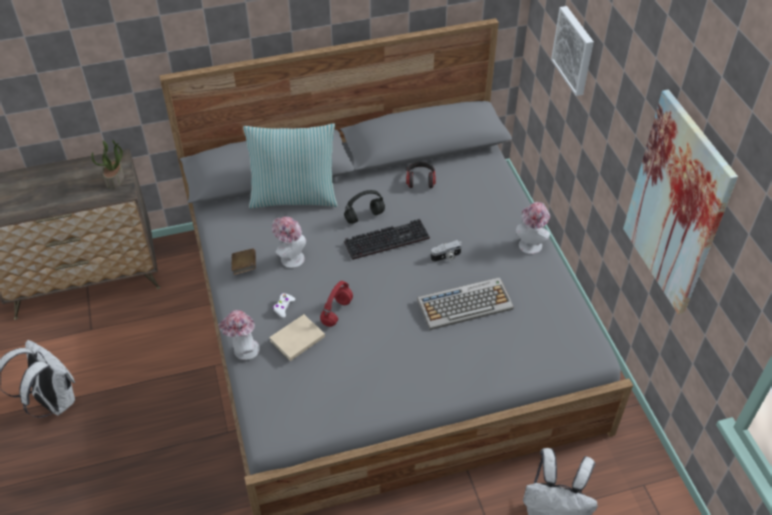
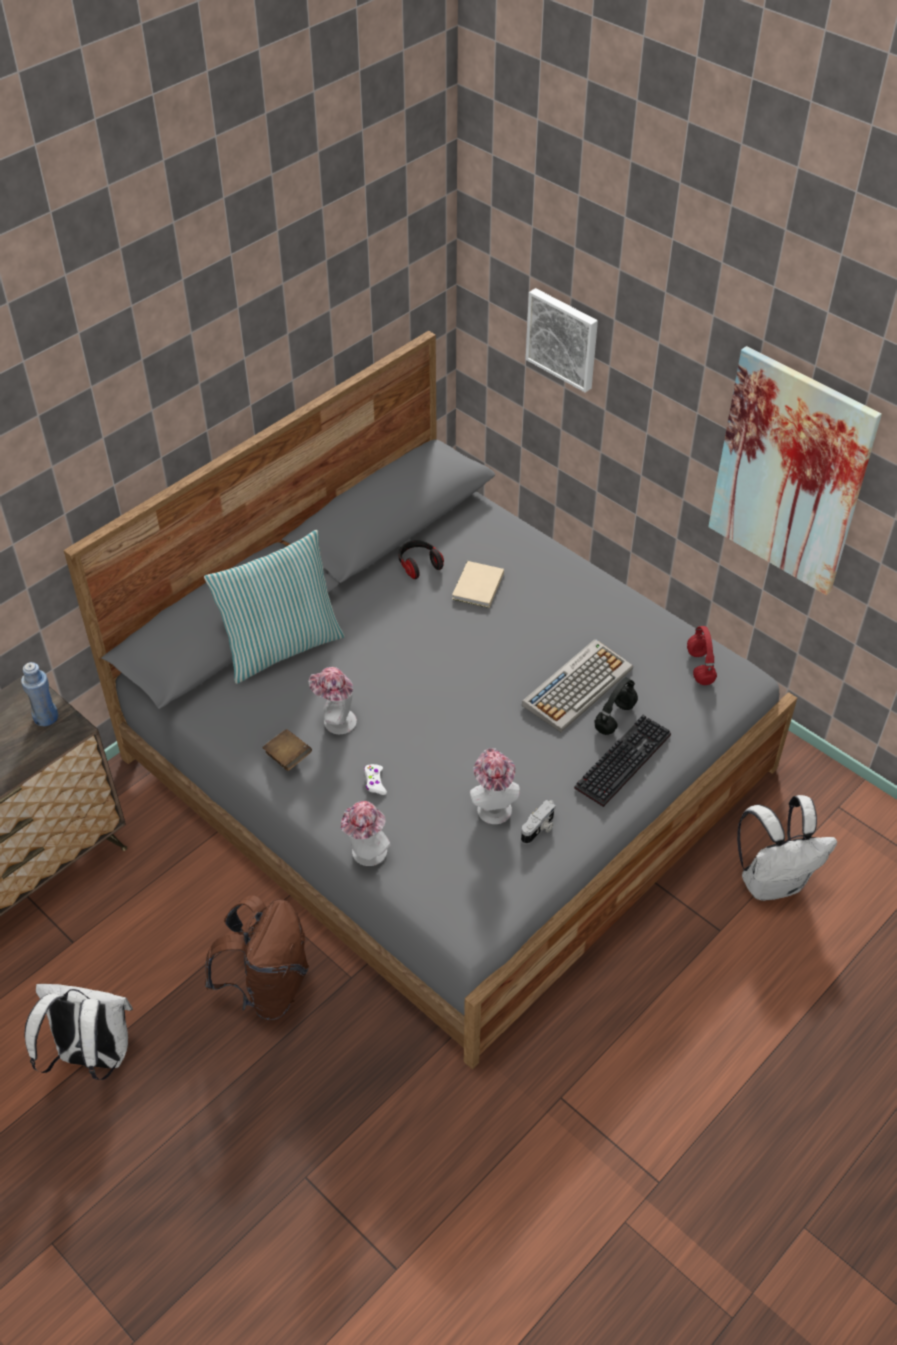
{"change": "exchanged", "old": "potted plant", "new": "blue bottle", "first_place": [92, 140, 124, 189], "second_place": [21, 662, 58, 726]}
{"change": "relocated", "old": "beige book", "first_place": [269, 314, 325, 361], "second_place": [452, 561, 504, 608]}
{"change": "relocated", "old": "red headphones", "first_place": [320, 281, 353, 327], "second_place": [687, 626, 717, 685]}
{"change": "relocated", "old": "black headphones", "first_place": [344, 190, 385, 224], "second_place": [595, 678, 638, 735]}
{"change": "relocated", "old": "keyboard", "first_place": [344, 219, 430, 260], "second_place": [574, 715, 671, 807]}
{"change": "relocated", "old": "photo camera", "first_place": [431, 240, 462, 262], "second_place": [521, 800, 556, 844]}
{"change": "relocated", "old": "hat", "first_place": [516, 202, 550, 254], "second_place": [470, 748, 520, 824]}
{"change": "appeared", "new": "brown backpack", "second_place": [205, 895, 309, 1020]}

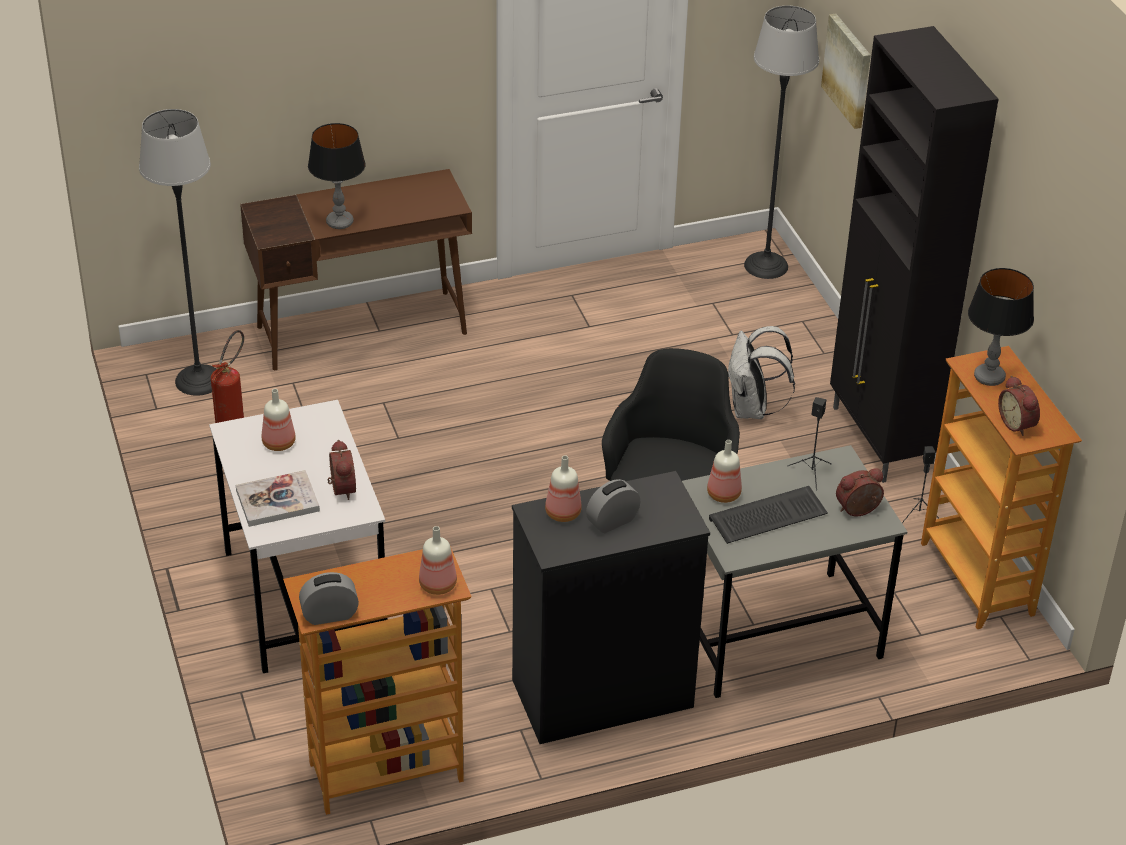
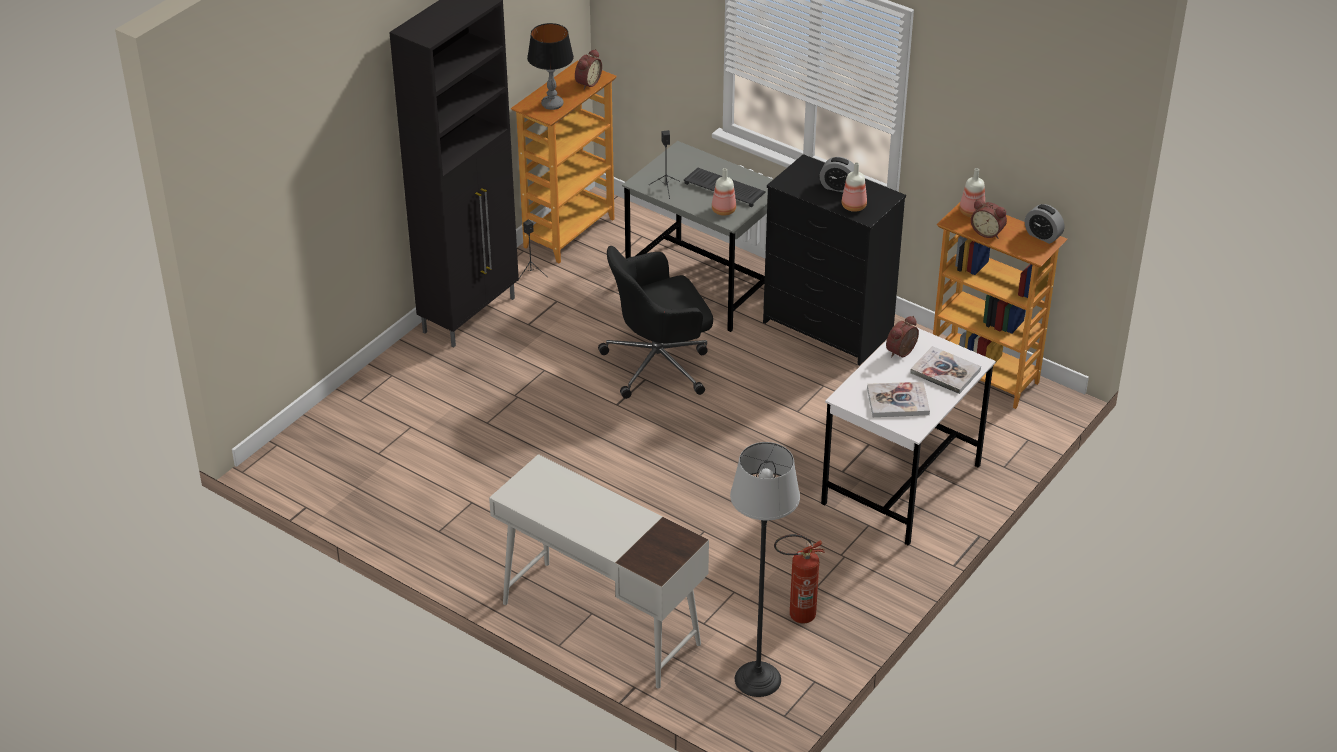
{"change": "colour", "old": "brown desk", "new": "white desk", "first_place": [240, 169, 472, 370], "second_place": [489, 454, 709, 689]}
{"change": "exchanged", "old": "bottle", "new": "book", "first_place": [262, 389, 296, 451], "second_place": [867, 382, 930, 417]}
{"change": "missing", "old": "table lamp", "first_place": [308, 123, 366, 229]}
{"change": "missing", "old": "white backpack", "first_place": [728, 326, 795, 419]}
{"change": "missing", "old": "floor lamp", "first_place": [744, 6, 819, 279]}
{"change": "missing", "old": "picture", "first_place": [821, 13, 871, 129]}
{"change": "relocated", "old": "alarm clock", "first_place": [836, 468, 884, 517], "second_place": [971, 199, 1007, 239]}

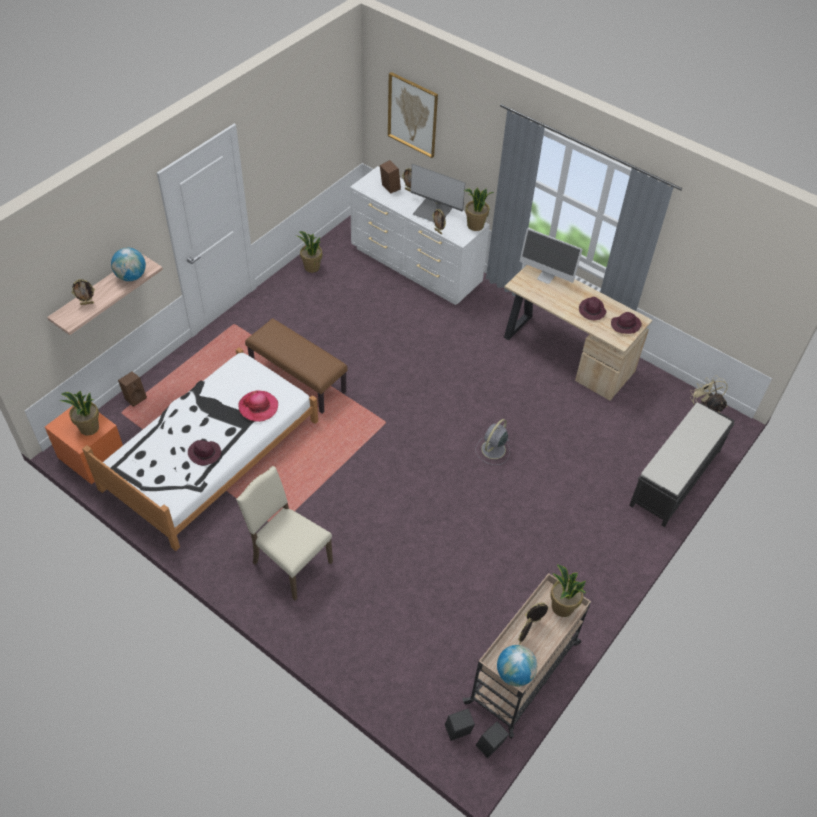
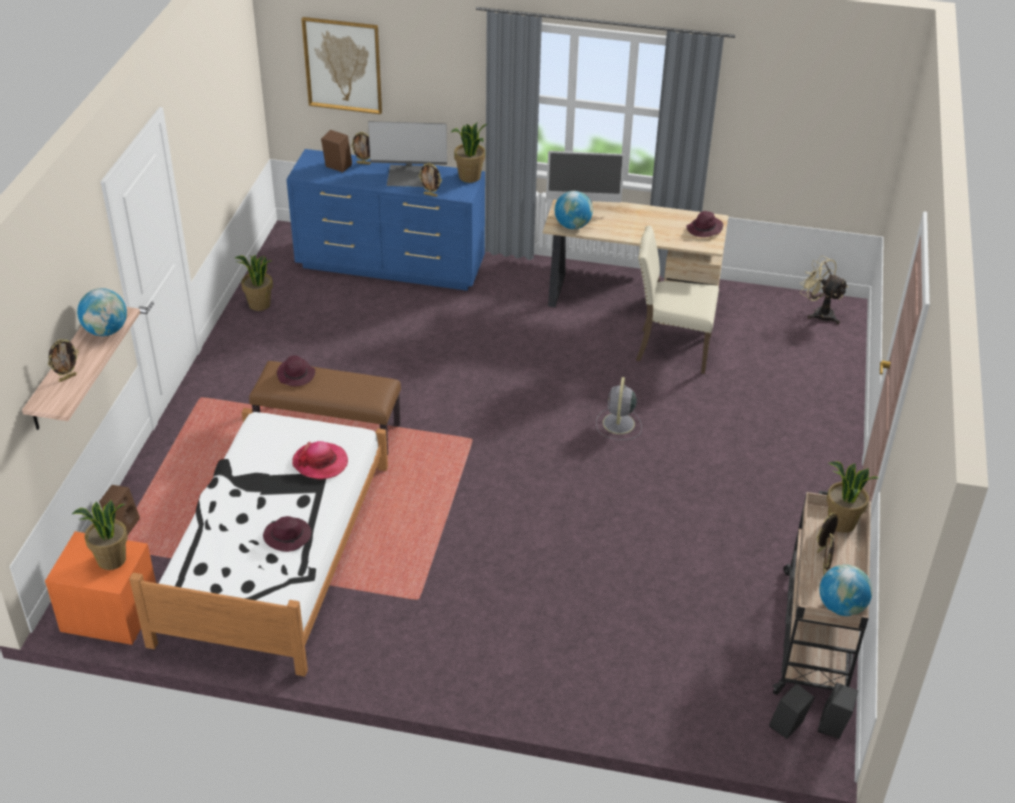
{"change": "relocated", "old": "beige chair", "first_place": [236, 466, 333, 601], "second_place": [636, 226, 719, 374]}
{"change": "colour", "old": "white dresser", "new": "blue dresser", "first_place": [350, 166, 490, 305], "second_place": [286, 149, 485, 291]}
{"change": "relocated", "old": "purple hat", "first_place": [579, 297, 607, 320], "second_place": [277, 355, 315, 386]}
{"change": "missing", "old": "black bench", "first_place": [629, 402, 734, 527]}
{"change": "appeared", "new": "globe", "second_place": [555, 191, 593, 229]}

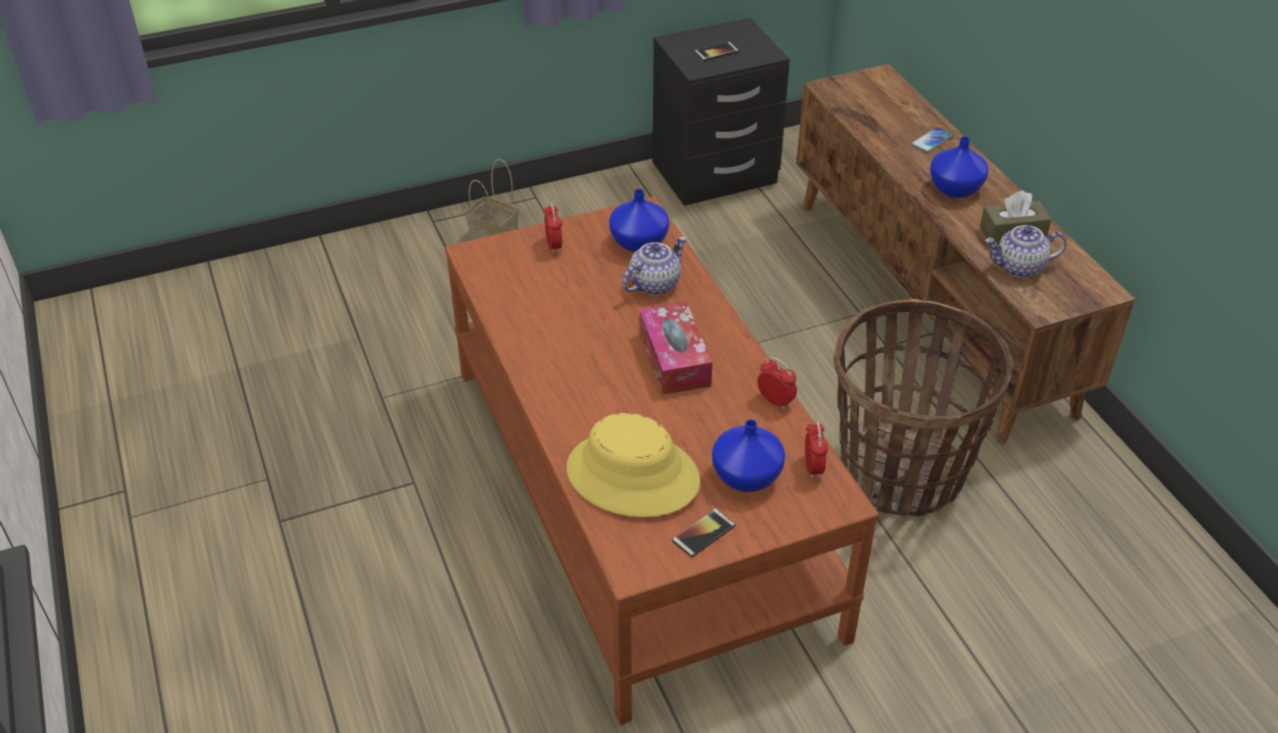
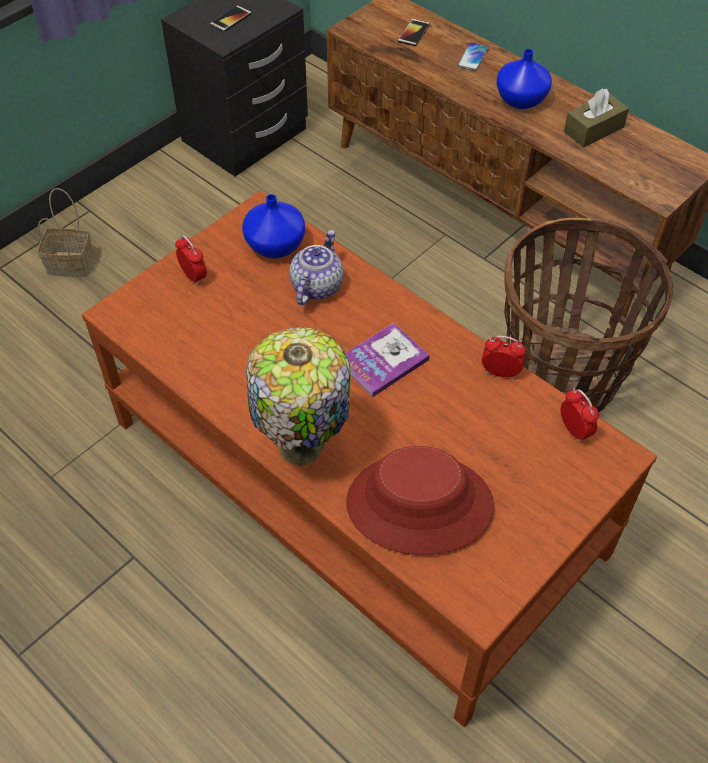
{"change": "colour", "old": "yellow hat", "new": "red hat", "first_place": [567, 413, 700, 517], "second_place": [346, 446, 494, 555]}
{"change": "exchanged", "old": "tissue box", "new": "book", "first_place": [639, 302, 713, 395], "second_place": [346, 323, 430, 398]}
{"change": "relocated", "old": "phone", "first_place": [672, 508, 735, 557], "second_place": [398, 19, 430, 46]}
{"change": "missing", "old": "blue vase", "first_place": [712, 419, 785, 492]}
{"change": "missing", "old": "teapot", "first_place": [985, 225, 1066, 278]}
{"change": "appeared", "new": "table lamp", "second_place": [246, 327, 351, 466]}

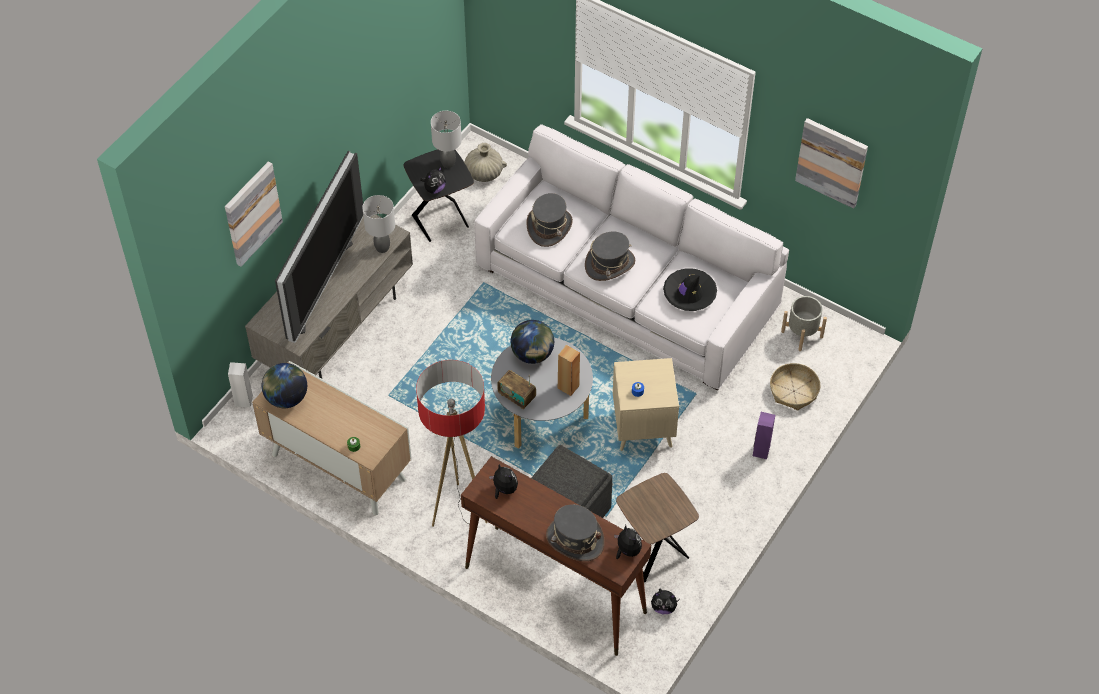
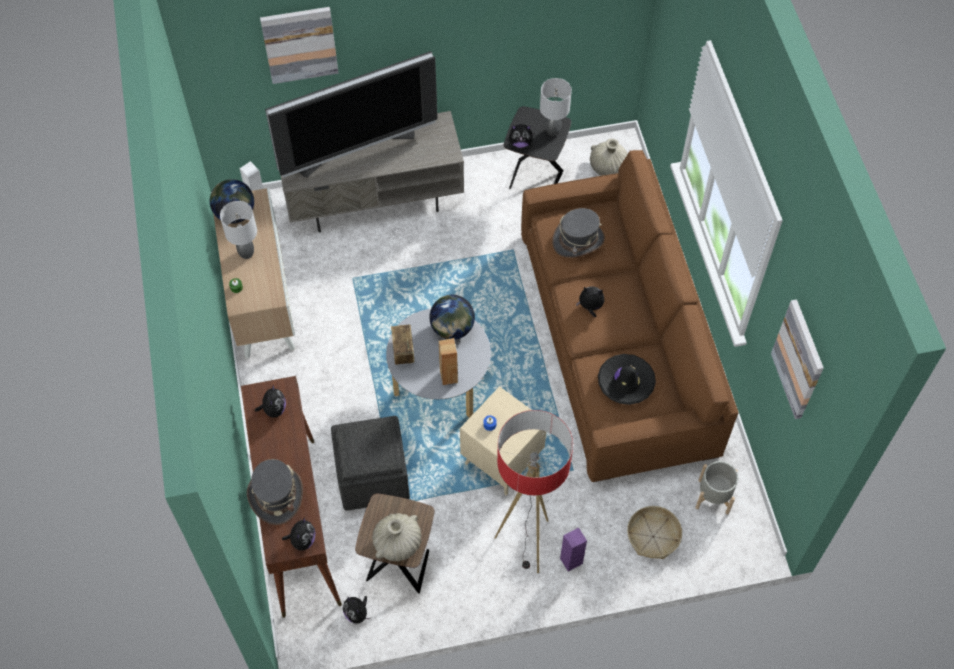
{"change": "relocated", "old": "grey table lamp", "first_place": [362, 195, 395, 253], "second_place": [220, 201, 257, 259]}
{"change": "relocated", "old": "floor lamp", "first_place": [416, 360, 487, 527], "second_place": [494, 410, 573, 573]}
{"change": "colour", "old": "white sofa", "new": "brown sofa", "first_place": [474, 124, 789, 390], "second_place": [521, 150, 739, 482]}
{"change": "exchanged", "old": "grey hat", "new": "plush toy", "first_place": [585, 232, 635, 281], "second_place": [576, 287, 605, 317]}
{"change": "appeared", "new": "beige vase", "second_place": [372, 513, 421, 561]}

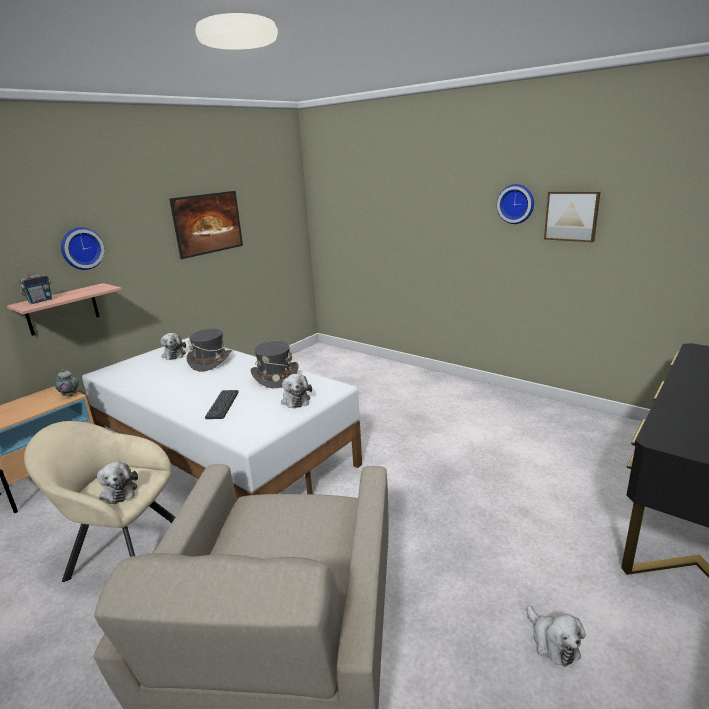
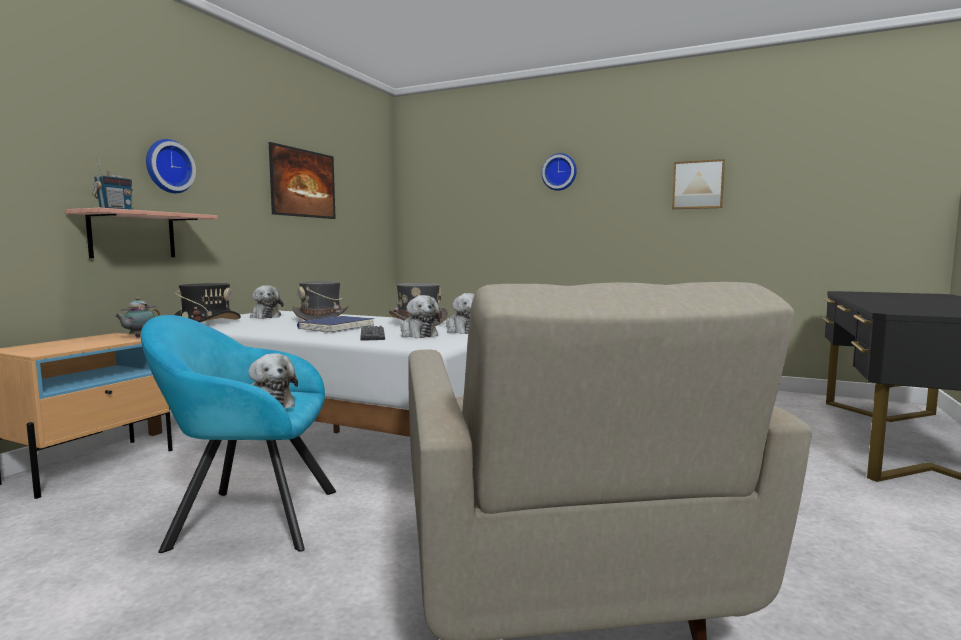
{"change": "colour", "old": "beige armchair", "new": "turquoise armchair", "first_place": [24, 421, 175, 582], "second_place": [141, 315, 336, 553]}
{"change": "spun", "old": "teapot", "first_place": [55, 369, 79, 396], "second_place": [114, 297, 160, 338], "degrees": -90}
{"change": "relocated", "old": "wall clock", "first_place": [497, 184, 534, 224], "second_place": [542, 153, 577, 191]}
{"change": "relocated", "old": "plush toy", "first_place": [527, 605, 586, 667], "second_place": [400, 295, 440, 338]}
{"change": "appeared", "new": "black hat", "second_place": [174, 283, 241, 322]}
{"change": "appeared", "new": "blue book", "second_place": [297, 316, 374, 333]}

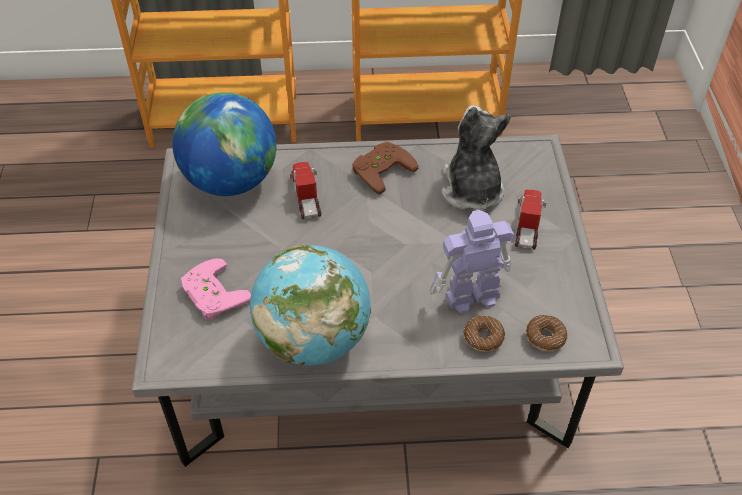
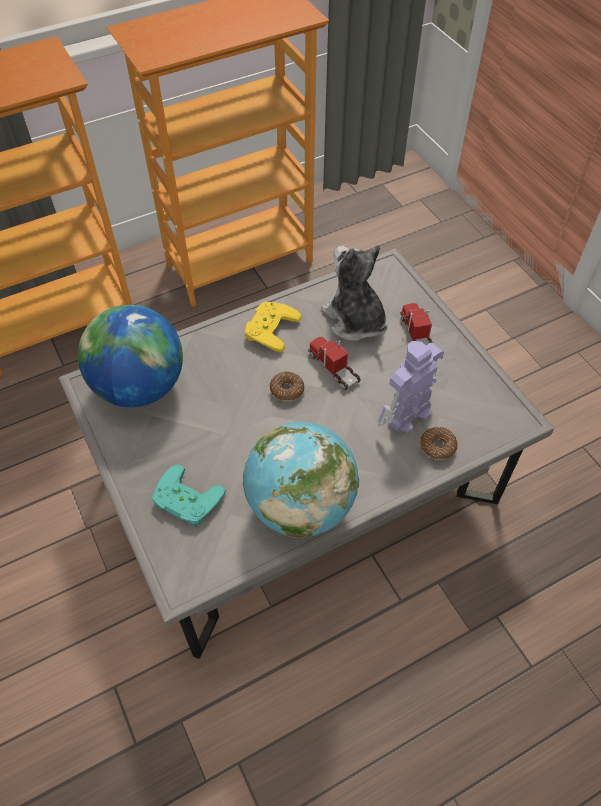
{"change": "colour", "old": "pink game controller", "new": "turquoise game controller", "first_place": [181, 259, 251, 320], "second_place": [152, 465, 226, 527]}
{"change": "relocated", "old": "toy truck", "first_place": [290, 162, 321, 219], "second_place": [308, 336, 361, 390]}
{"change": "colour", "old": "brown game controller", "new": "yellow game controller", "first_place": [352, 142, 418, 194], "second_place": [245, 302, 302, 352]}
{"change": "relocated", "old": "donut", "first_place": [526, 315, 567, 351], "second_place": [270, 372, 304, 402]}

